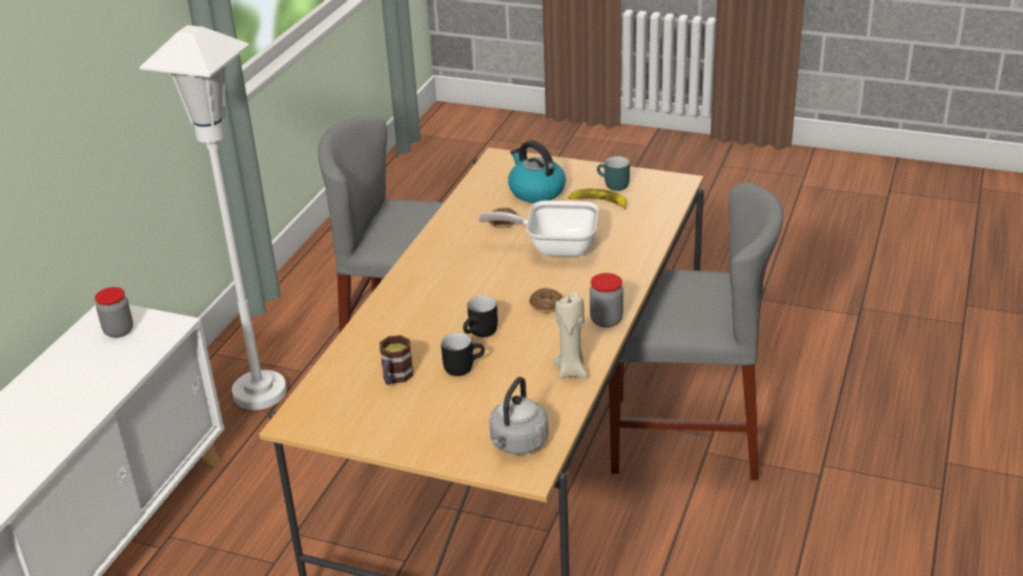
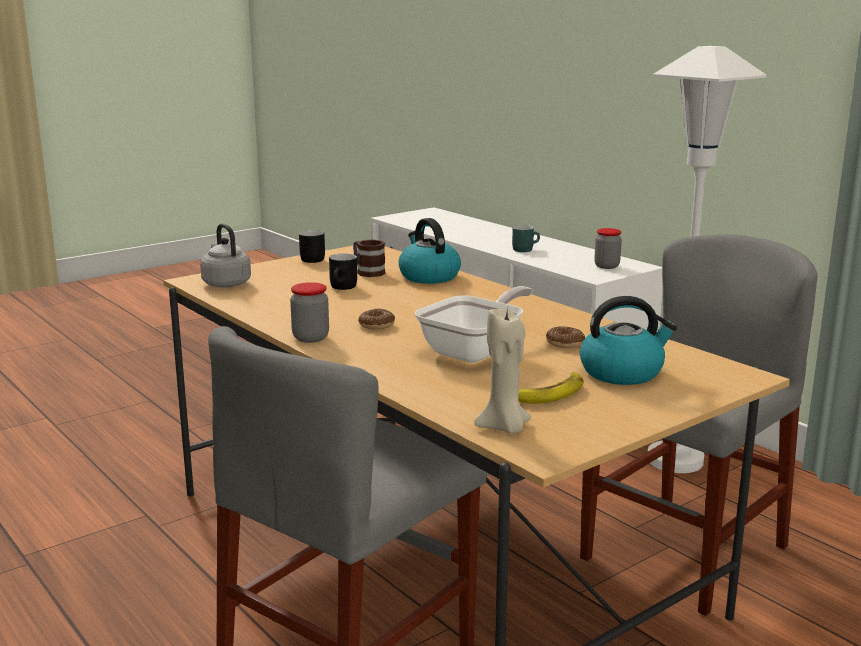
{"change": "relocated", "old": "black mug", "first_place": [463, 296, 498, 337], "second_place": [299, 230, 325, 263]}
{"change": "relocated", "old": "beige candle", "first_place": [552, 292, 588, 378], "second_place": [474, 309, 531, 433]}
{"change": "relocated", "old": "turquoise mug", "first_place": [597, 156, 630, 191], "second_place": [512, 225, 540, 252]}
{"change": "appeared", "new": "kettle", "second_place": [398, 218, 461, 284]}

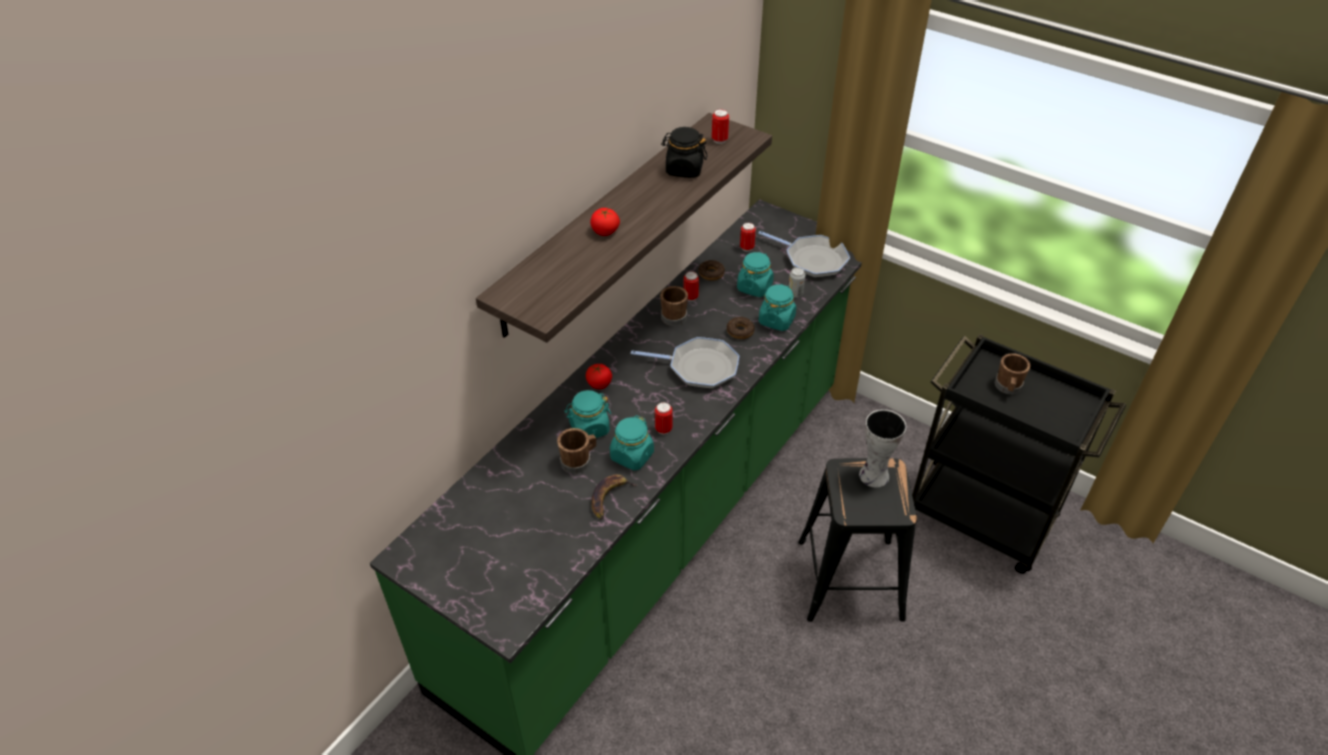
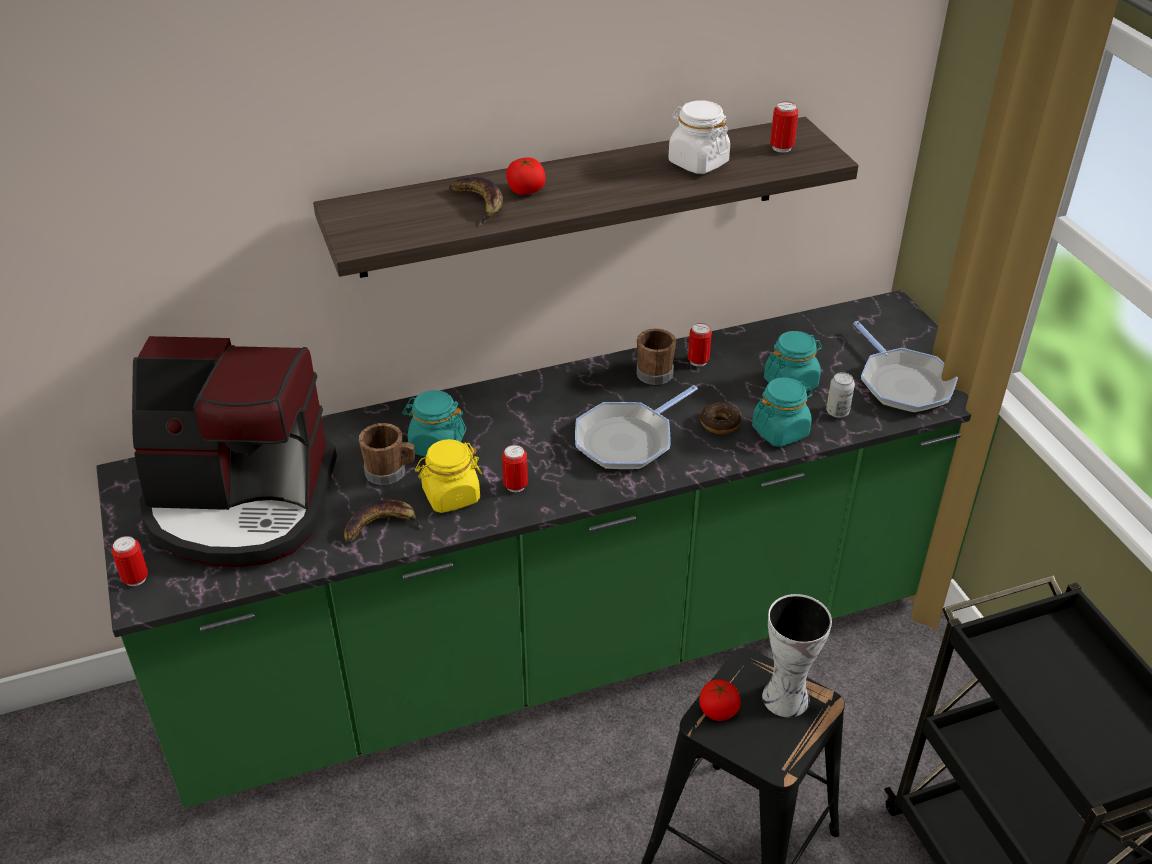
{"change": "relocated", "old": "tomato", "first_place": [586, 364, 612, 389], "second_place": [700, 679, 741, 721]}
{"change": "colour", "old": "turquoise jar", "new": "yellow jar", "first_place": [610, 415, 654, 471], "second_place": [415, 439, 482, 513]}
{"change": "spun", "old": "frying pan", "first_place": [631, 337, 739, 389], "second_place": [575, 385, 698, 470], "degrees": 90}
{"change": "colour", "old": "black jar", "new": "white jar", "first_place": [661, 127, 708, 178], "second_place": [668, 101, 730, 174]}
{"change": "missing", "old": "donut", "first_place": [698, 260, 725, 281]}
{"change": "relocated", "old": "can", "first_place": [740, 222, 756, 252], "second_place": [111, 536, 148, 586]}
{"change": "missing", "old": "brown mug", "first_place": [995, 353, 1031, 394]}
{"change": "appeared", "new": "coffee machine", "second_place": [132, 336, 337, 567]}
{"change": "appeared", "new": "banana", "second_place": [449, 177, 503, 226]}

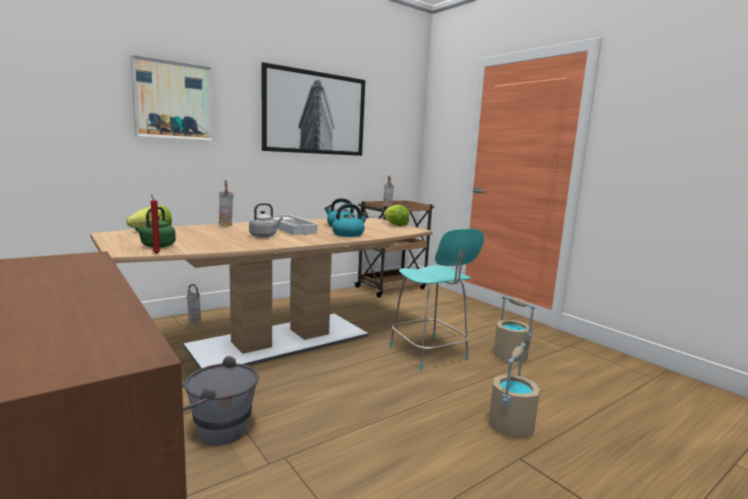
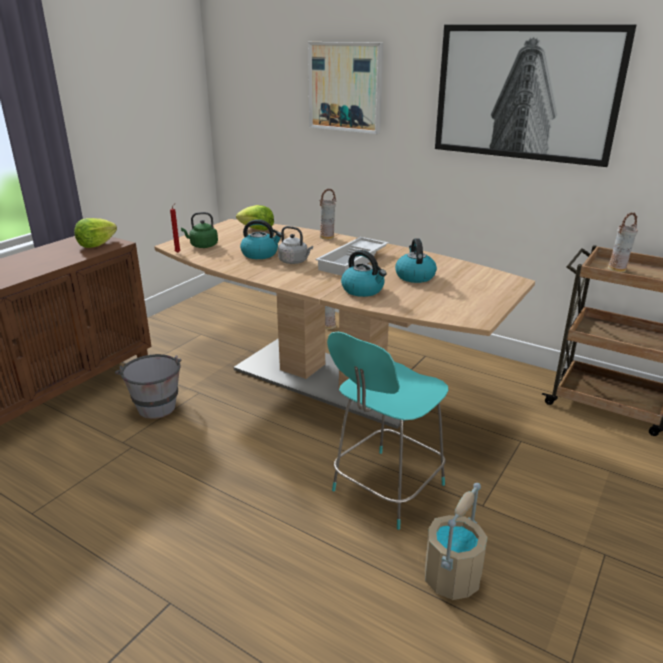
{"change": "relocated", "old": "lettuce", "first_place": [384, 205, 409, 226], "second_place": [74, 218, 117, 248]}
{"change": "missing", "old": "beige bucket", "first_place": [488, 343, 540, 438]}
{"change": "appeared", "new": "kettle", "second_place": [240, 219, 282, 259]}

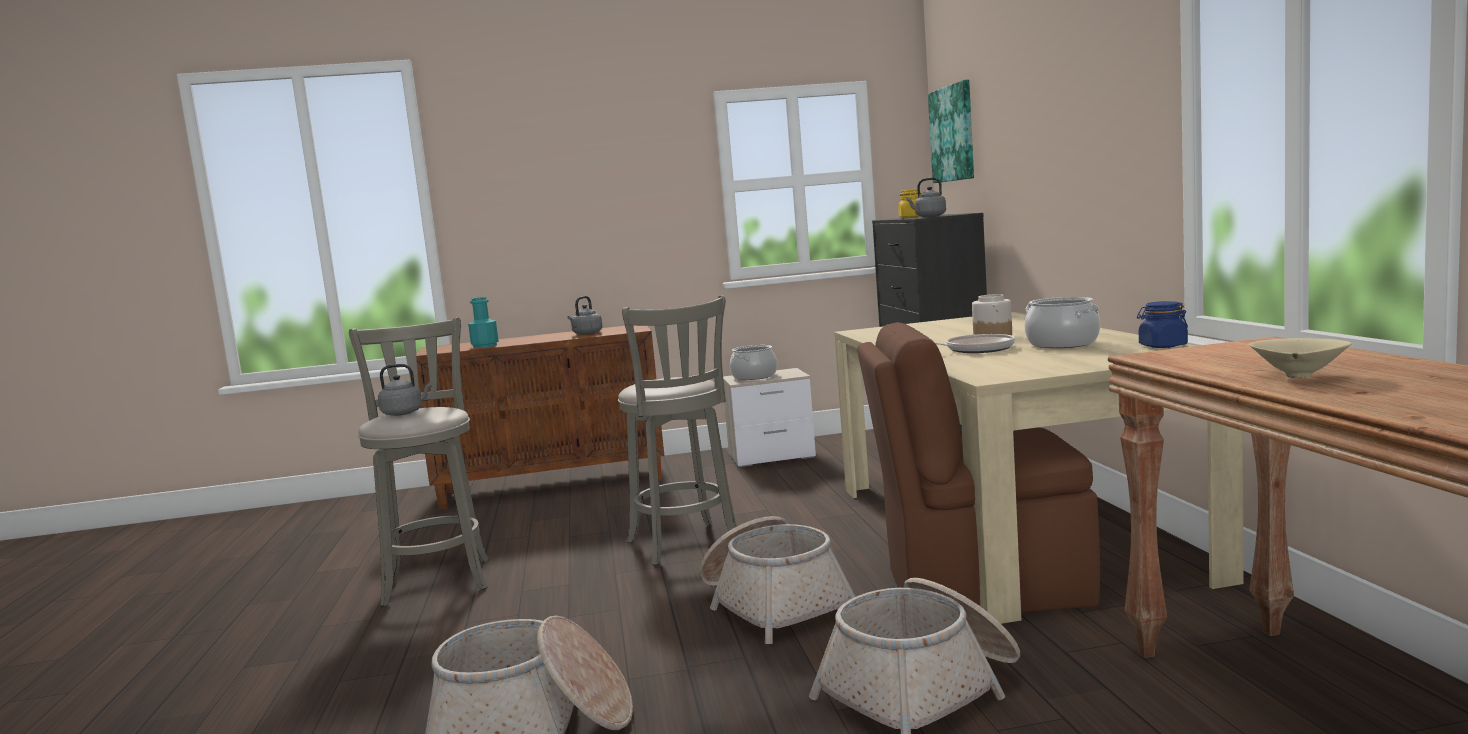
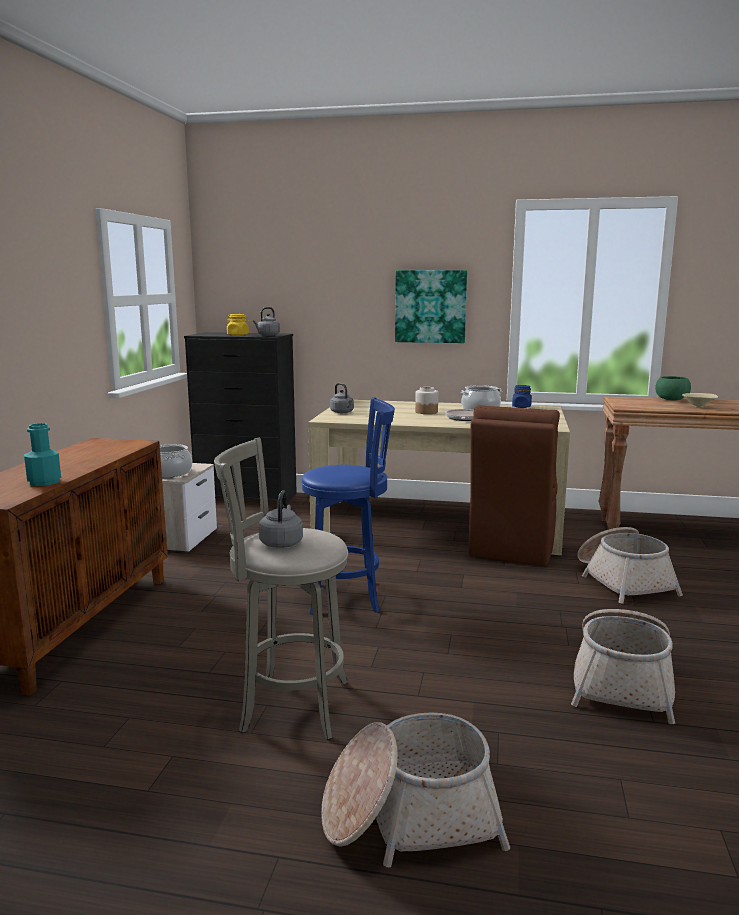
{"change": "relocated", "old": "grey kettle", "first_place": [567, 296, 602, 335], "second_place": [330, 383, 354, 413]}
{"change": "colour", "old": "grey stool", "new": "blue stool", "first_place": [618, 295, 737, 566], "second_place": [301, 397, 395, 615]}
{"change": "relocated", "old": "basket", "first_place": [700, 516, 856, 644], "second_place": [321, 713, 510, 867]}
{"change": "relocated", "old": "picture", "first_place": [928, 80, 974, 183], "second_place": [395, 270, 467, 343]}
{"change": "appeared", "new": "green bowl", "second_place": [655, 376, 691, 400]}

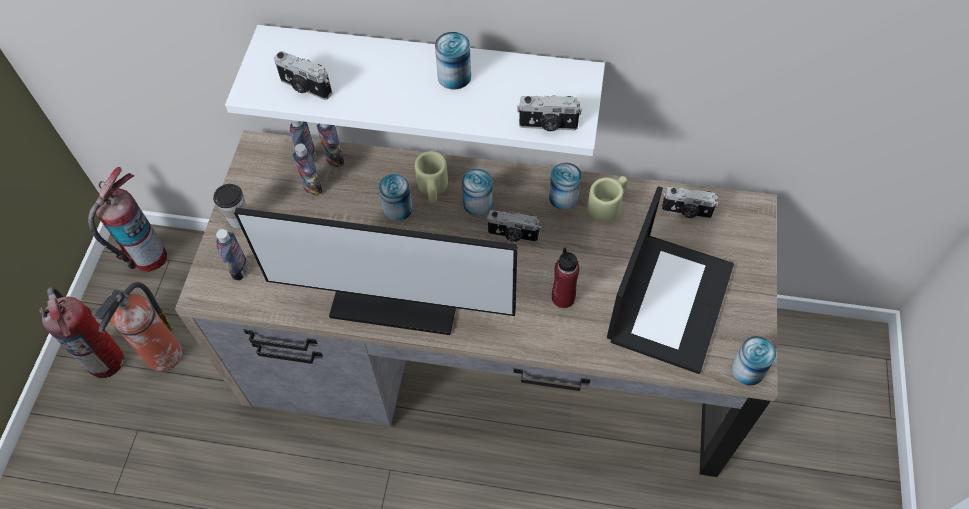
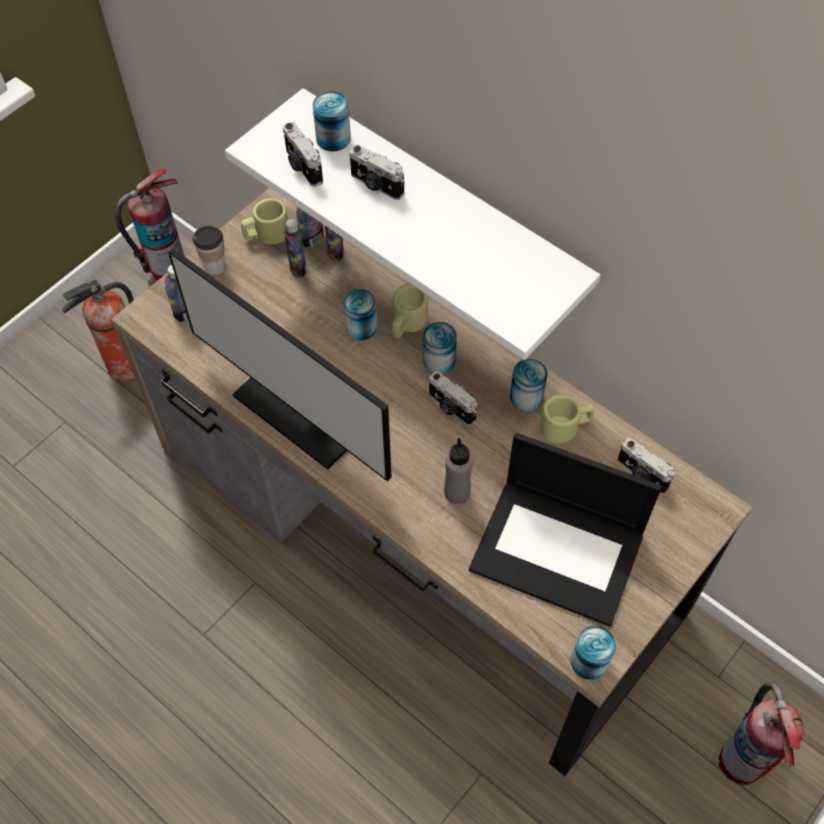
{"change": "relocated", "old": "fire extinguisher", "first_place": [39, 287, 124, 378], "second_place": [719, 682, 803, 785]}
{"change": "relocated", "old": "can", "first_place": [435, 32, 471, 90], "second_place": [312, 91, 351, 152]}
{"change": "relocated", "old": "photo camera", "first_place": [517, 95, 582, 131], "second_place": [349, 144, 405, 200]}
{"change": "colour", "old": "red bottle", "new": "grey bottle", "first_place": [552, 248, 580, 308], "second_place": [444, 438, 473, 504]}
{"change": "spun", "old": "laptop", "first_place": [607, 186, 734, 374], "second_place": [469, 433, 662, 627], "degrees": 60}
{"change": "appeared", "new": "beige mug", "second_place": [241, 198, 288, 245]}

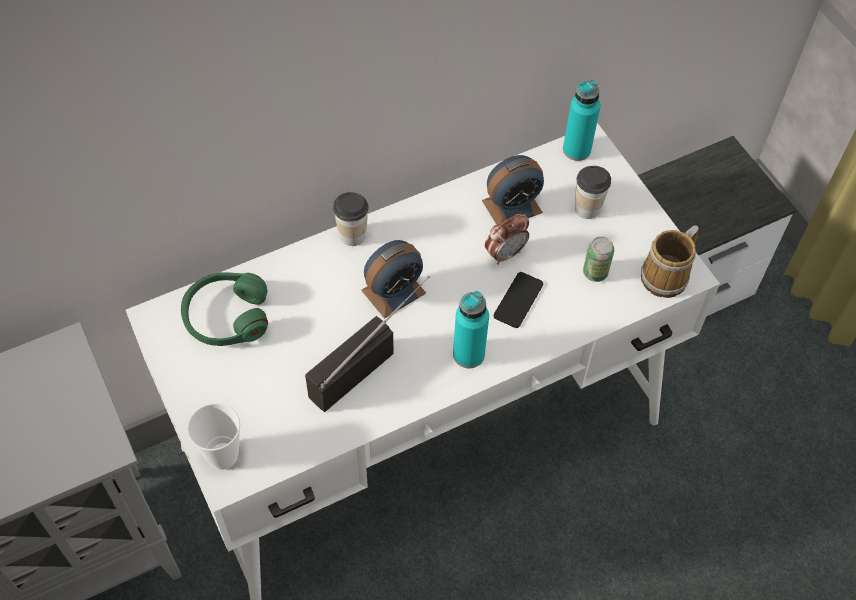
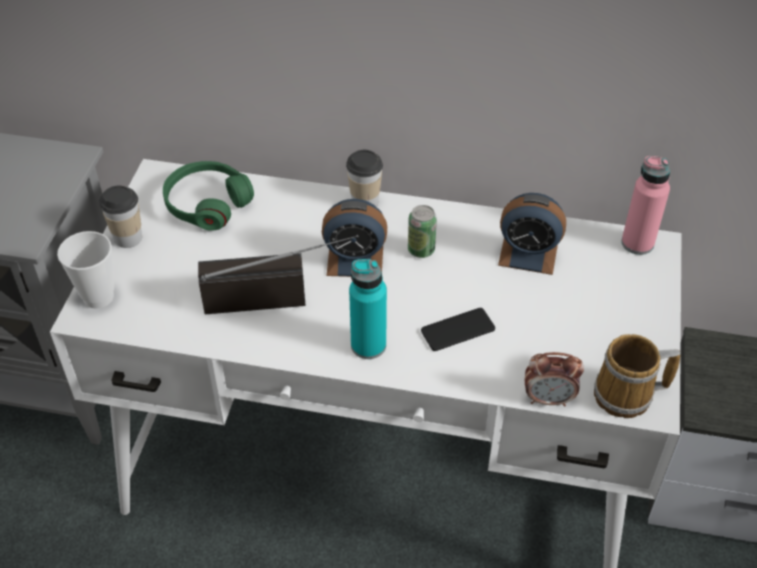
{"change": "relocated", "old": "alarm clock", "first_place": [485, 214, 529, 265], "second_place": [525, 352, 584, 406]}
{"change": "colour", "old": "turquoise bottle", "new": "pink bottle", "first_place": [563, 80, 601, 161], "second_place": [621, 156, 670, 255]}
{"change": "relocated", "old": "cup", "first_place": [575, 166, 611, 219], "second_place": [99, 185, 142, 248]}
{"change": "relocated", "old": "can", "first_place": [583, 237, 614, 282], "second_place": [408, 205, 437, 258]}

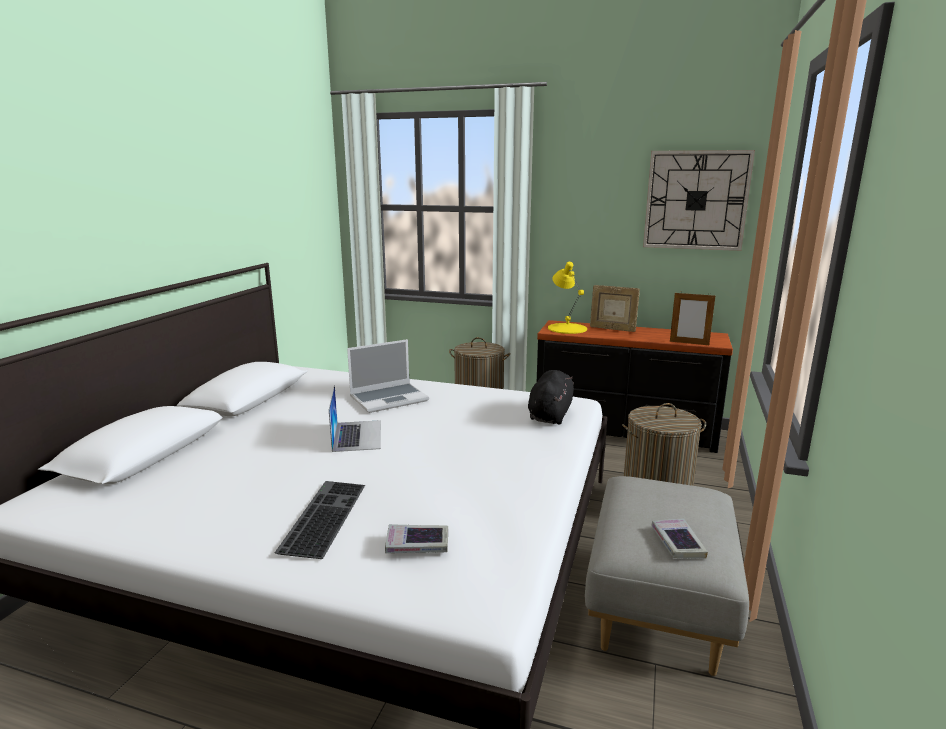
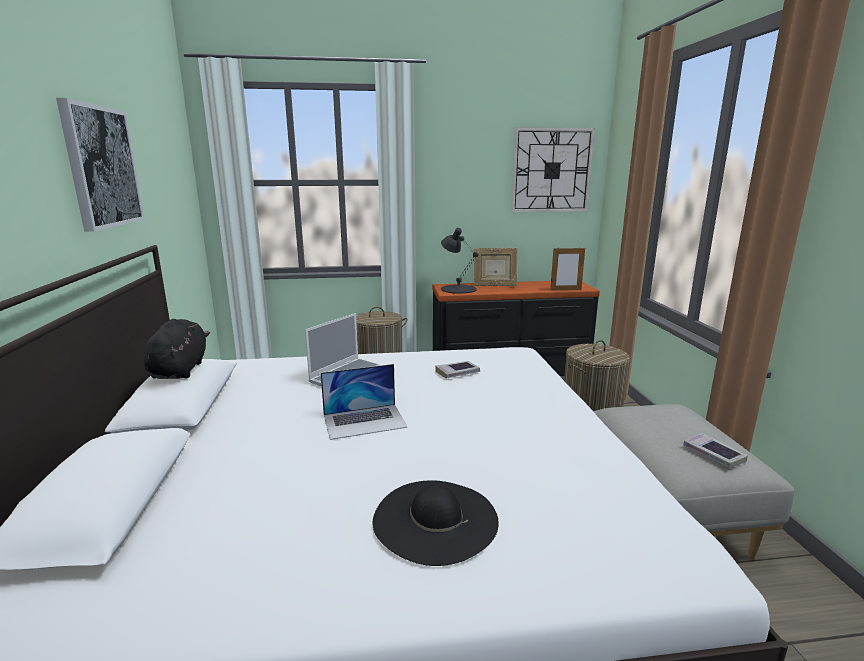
{"change": "exchanged", "old": "keyboard", "new": "black hat", "first_place": [275, 481, 365, 559], "second_place": [372, 480, 499, 566]}
{"change": "spun", "old": "laptop", "first_place": [329, 385, 381, 452], "second_place": [321, 364, 408, 440], "degrees": 105}
{"change": "relocated", "old": "book", "first_place": [385, 524, 448, 553], "second_place": [435, 361, 480, 378]}
{"change": "relocated", "old": "black plush toy", "first_place": [528, 370, 574, 424], "second_place": [143, 319, 210, 379]}
{"change": "colour", "old": "yellow table lamp", "new": "black table lamp", "first_place": [548, 262, 587, 334], "second_place": [441, 228, 479, 294]}
{"change": "appeared", "new": "picture", "second_place": [56, 98, 145, 232]}

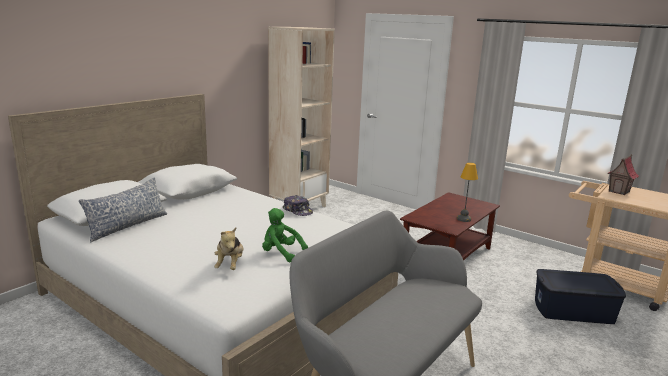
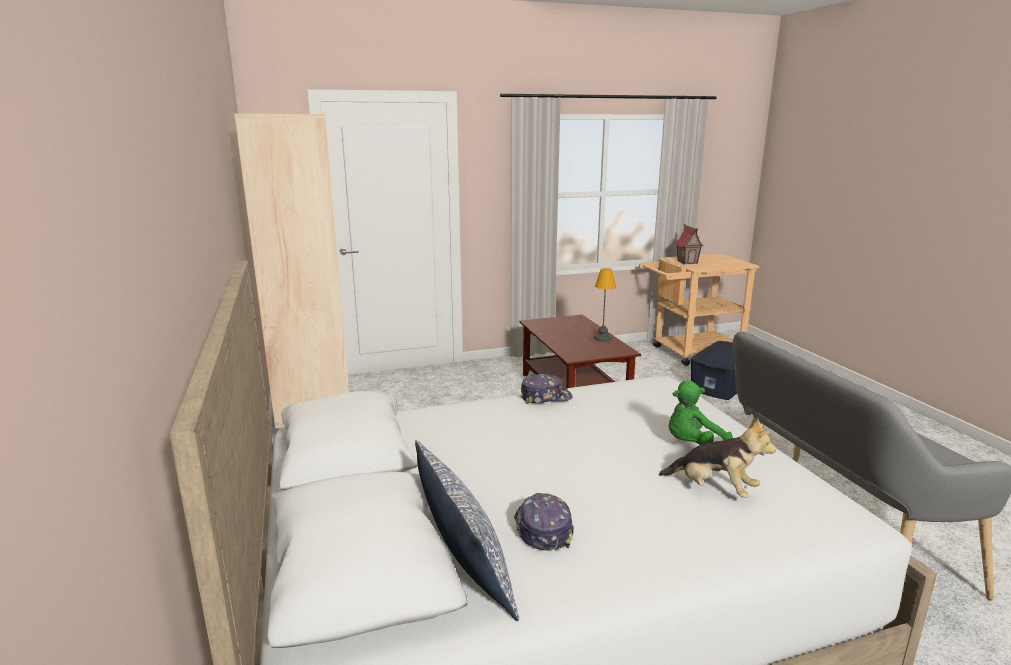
{"change": "appeared", "new": "cap", "second_place": [514, 493, 574, 551]}

